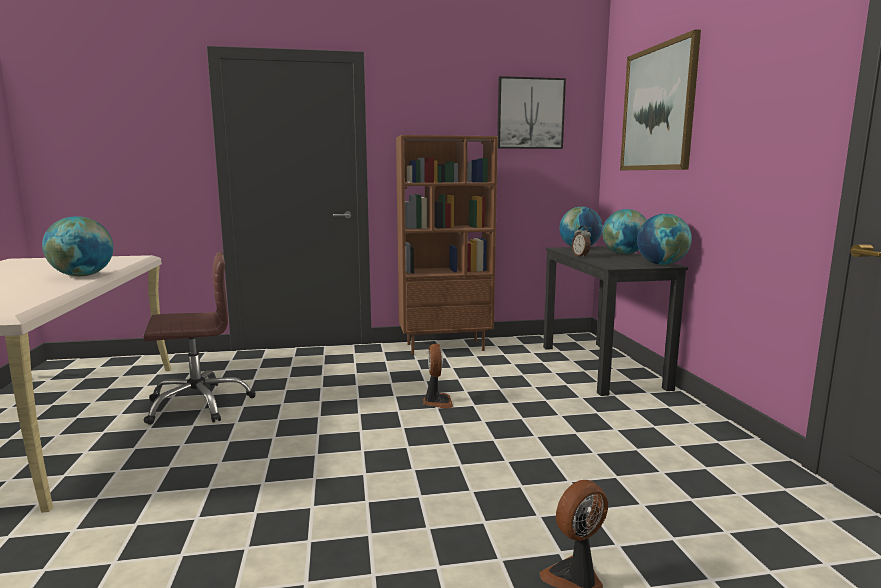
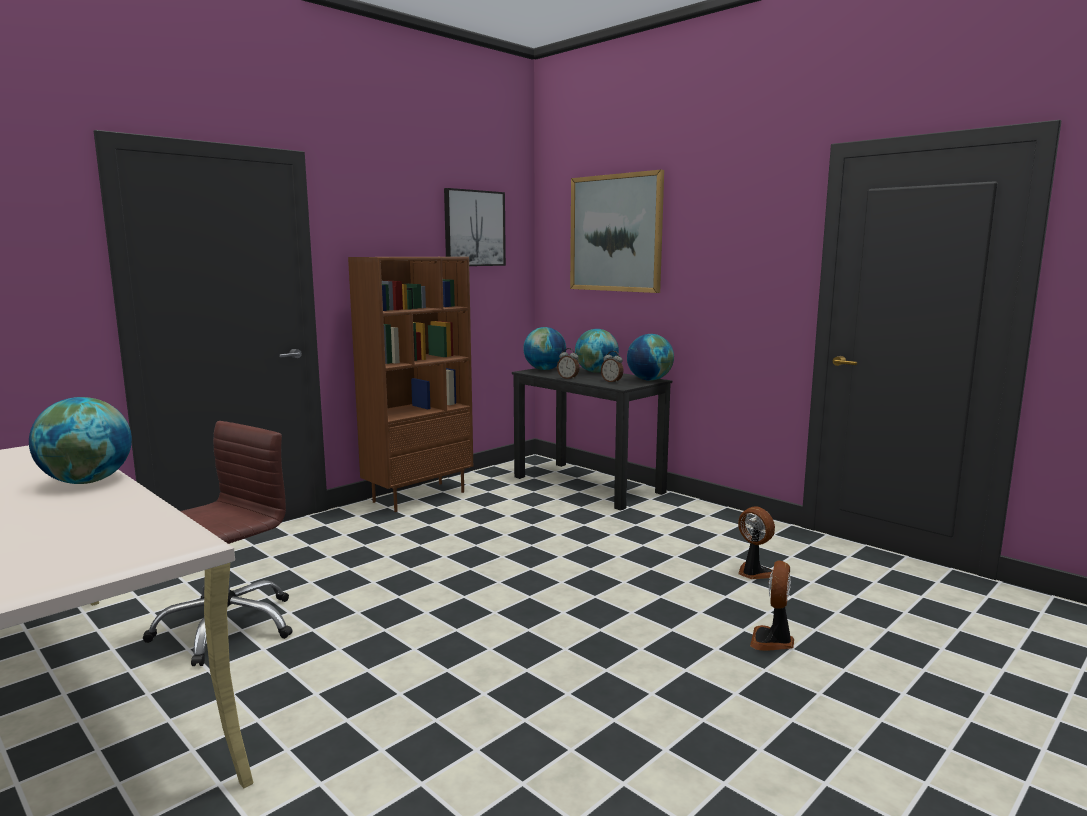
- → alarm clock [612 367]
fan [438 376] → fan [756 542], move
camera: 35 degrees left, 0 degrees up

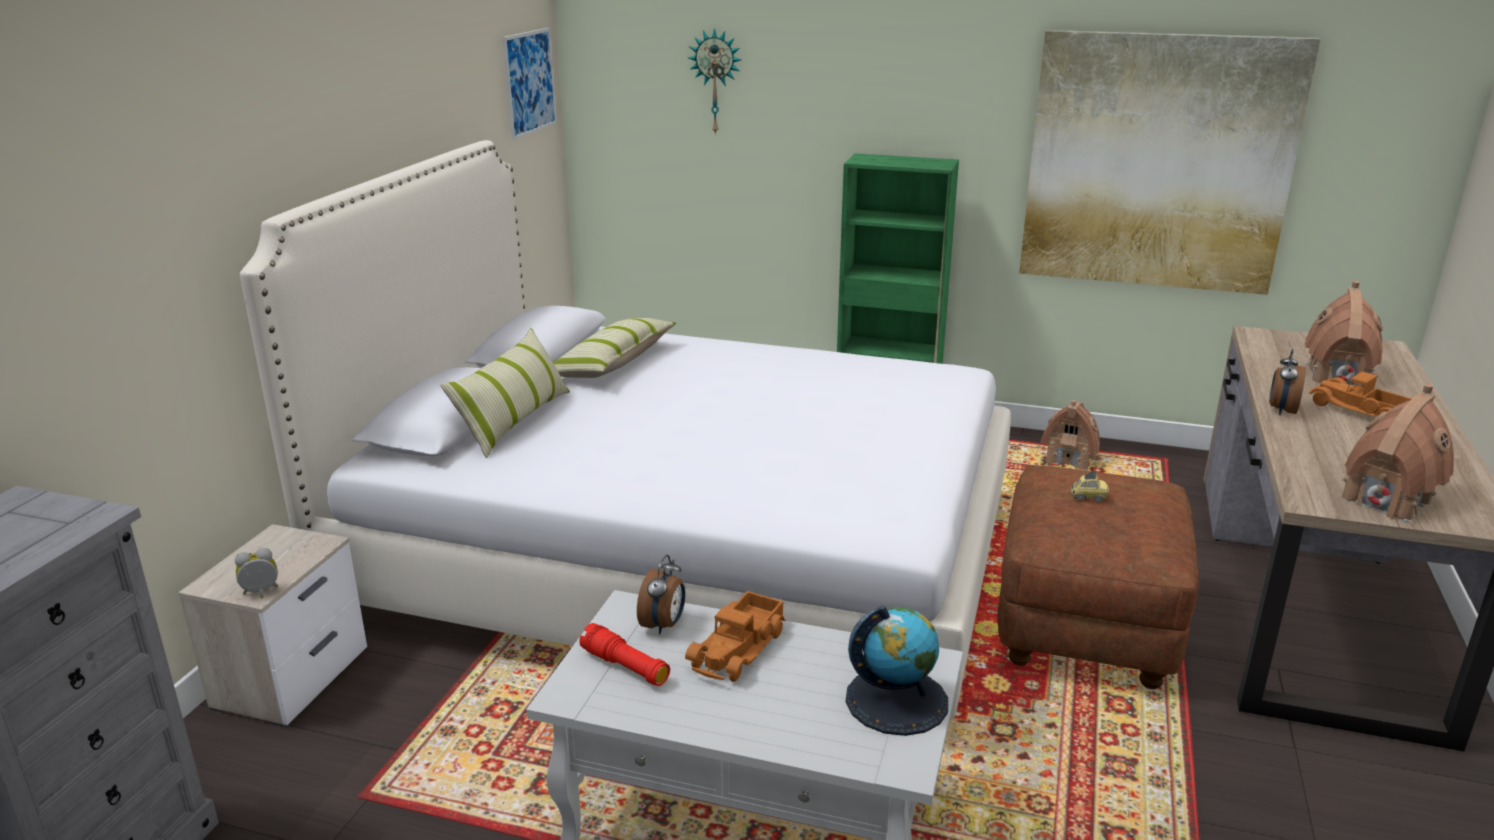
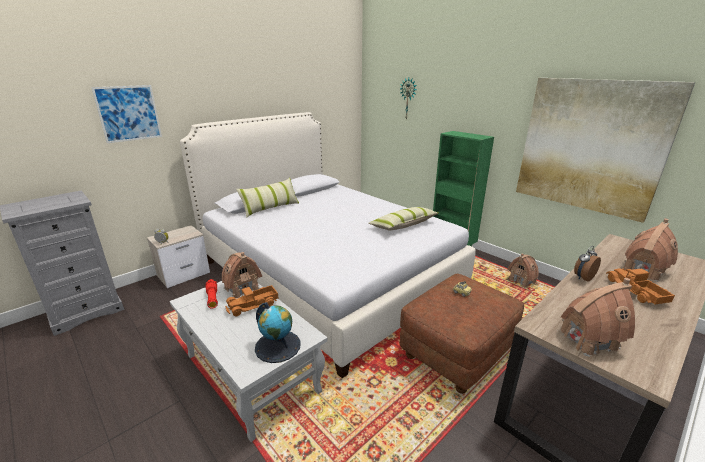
picture [529 84] → picture [126 114], move
pillow [614 348] → pillow [404 218], move
alarm clock [661 594] → toy house [242 275]
camera: 30 degrees right, 0 degrees up

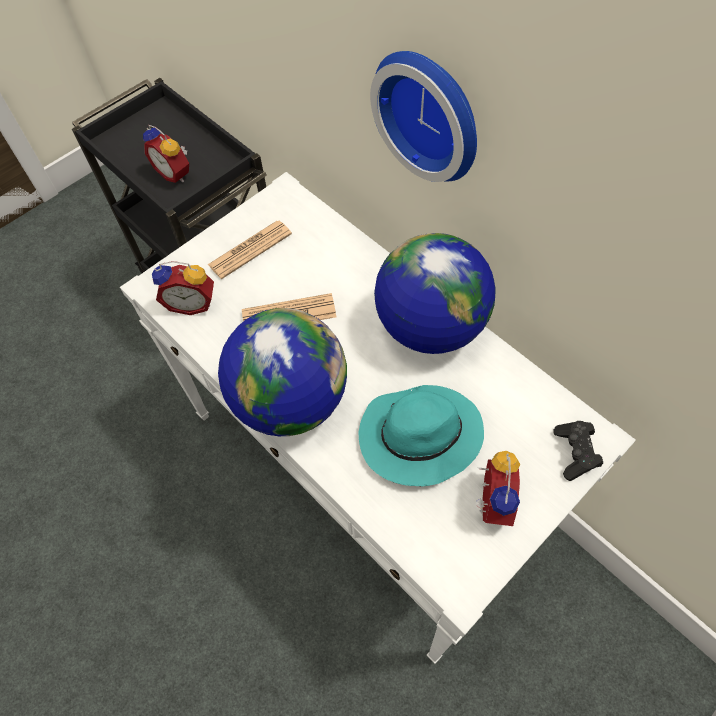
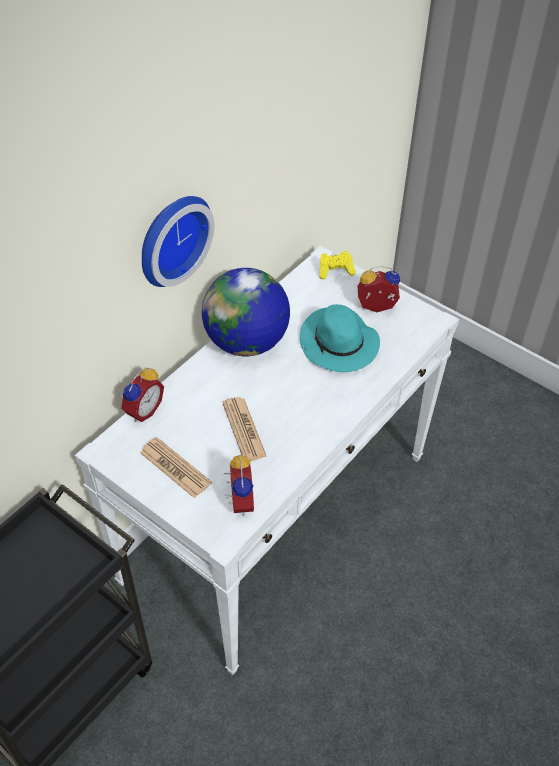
globe [282 372] → -
alarm clock [166 154] → alarm clock [142 394], move
black game controller [578 451] → yellow game controller [337 265]
camera: 100 degrees left, 10 degrees down

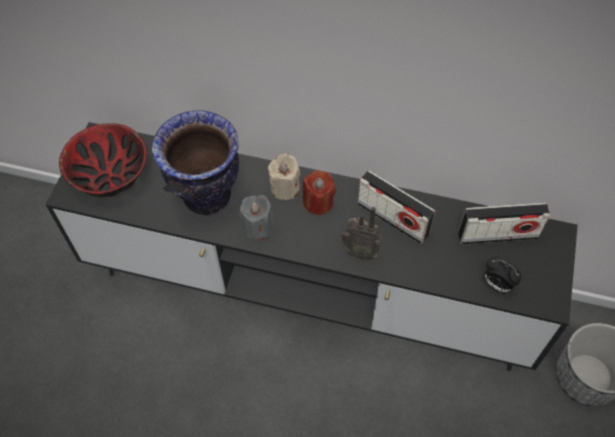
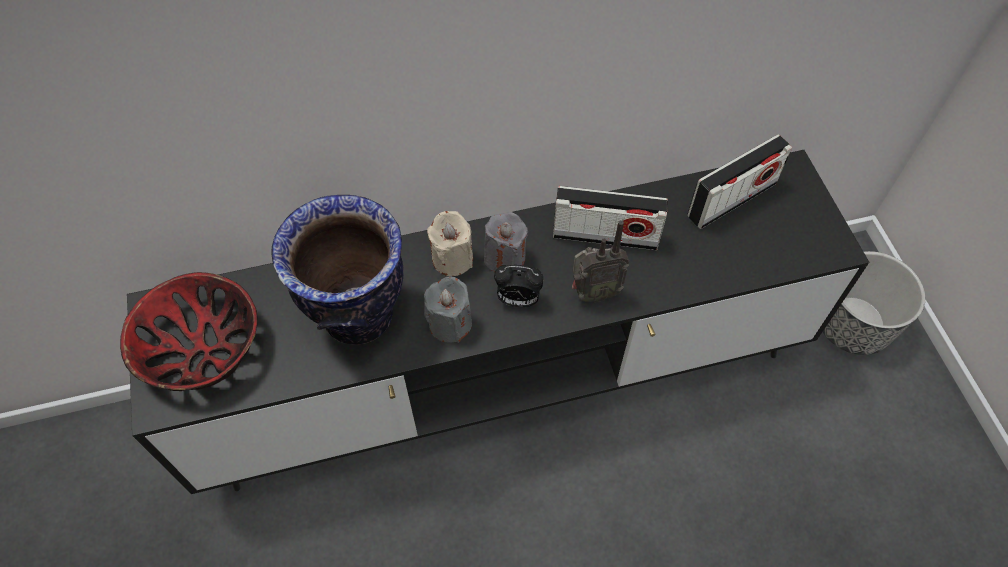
alarm clock [502 275] → alarm clock [518 286], move
red candle [319 192] → grey candle [506 242]
camera: 30 degrees left, 0 degrees up

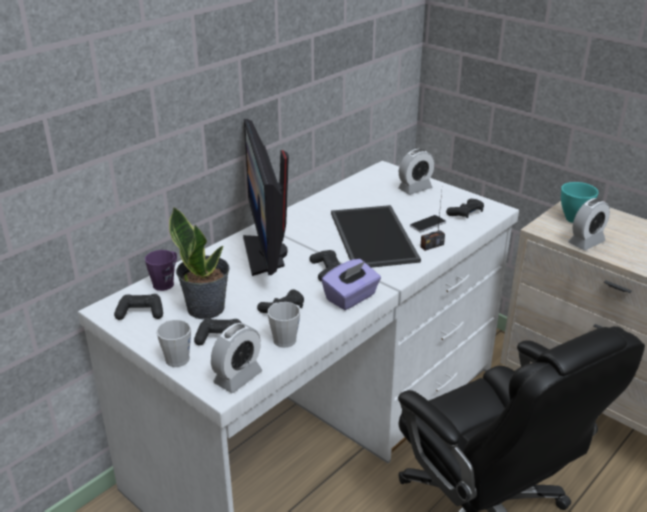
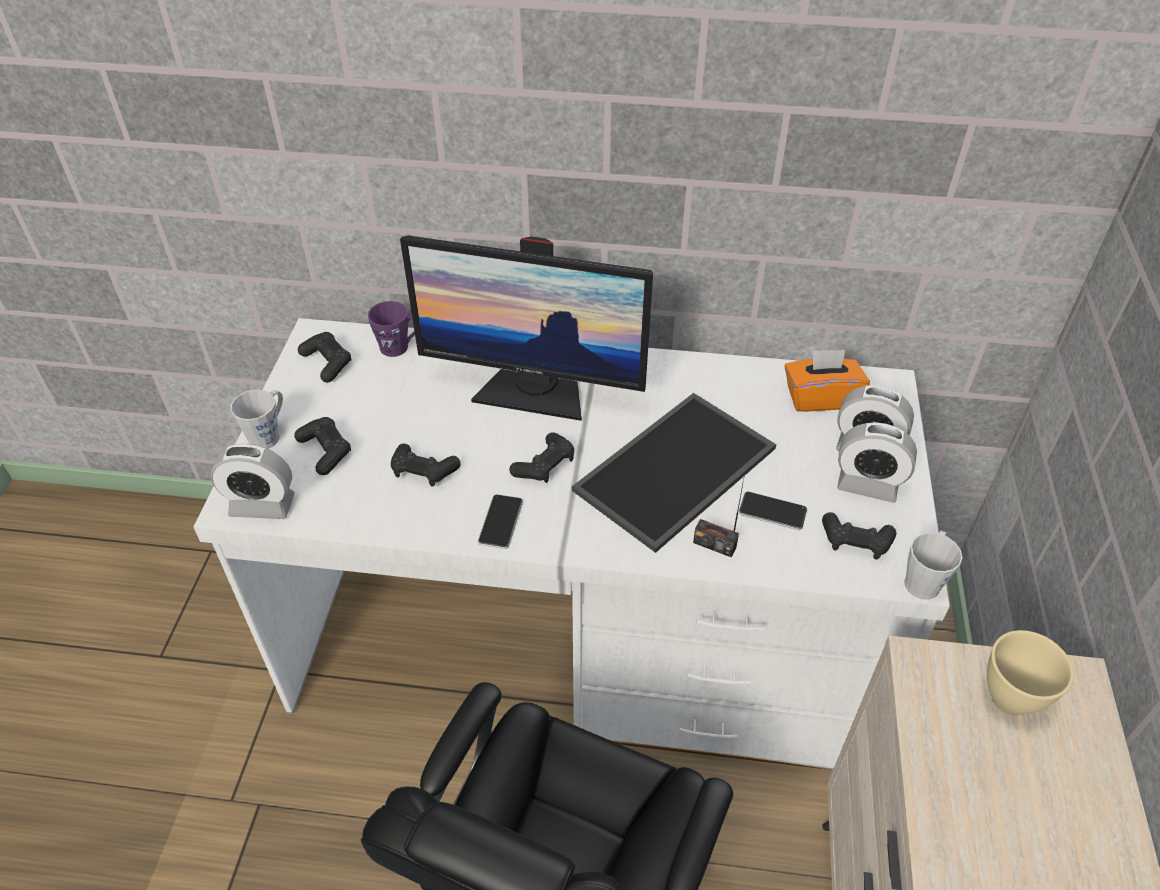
potted plant [199 262] → -
- → orange tissue box [827 380]
grey mug [284 325] → grey mug [933 565], move
alarm clock [589 224] → alarm clock [877 462], move
purple tissue box [351 284] → phone [500 521]
turquoise bowl [580 202] → beige bowl [1030 672]
monitor [266 197] → monitor [526 328], 120 degrees counterclockwise
camera: 55 degrees right, 15 degrees up

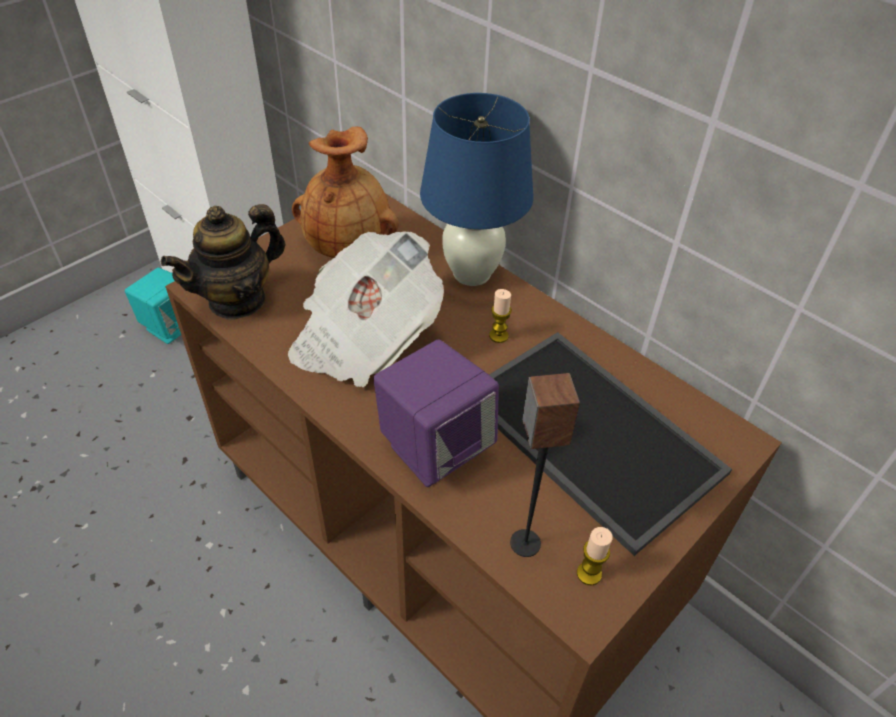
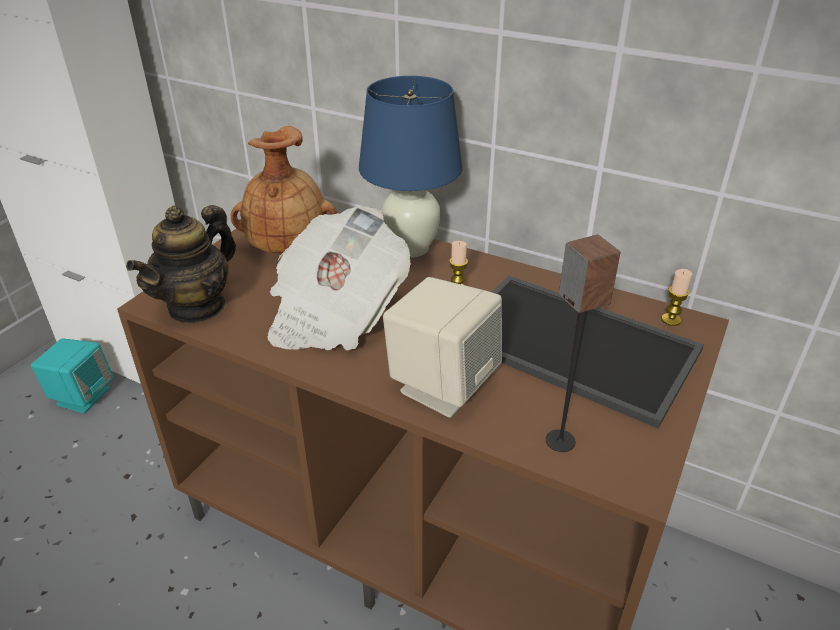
candle [595 556] → candle [676 297], move
purple speaker [436 413] → beige speaker [442 347]
camera: 15 degrees left, 10 degrees down

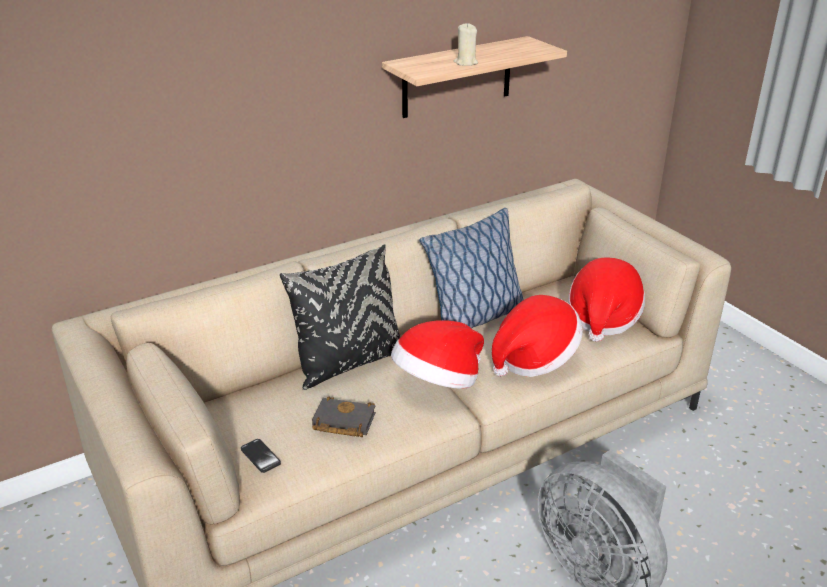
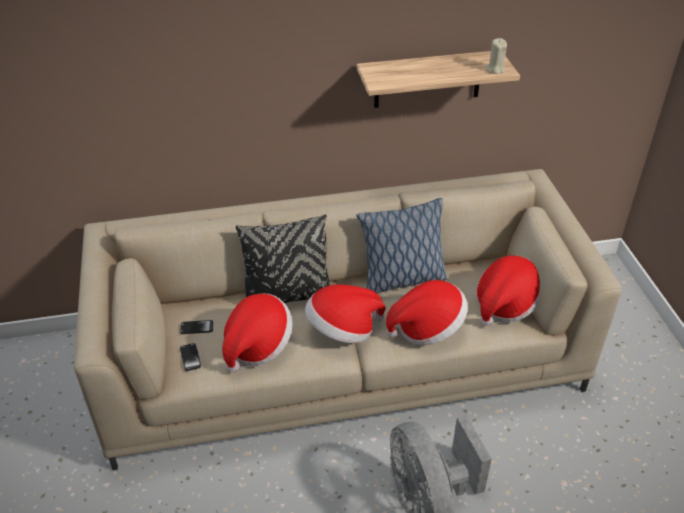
- → phone [196 327]
beige candle [466 44] → beige candle [496 56], move
black book [344 417] → hat [257 332]
camera: 20 degrees right, 10 degrees up

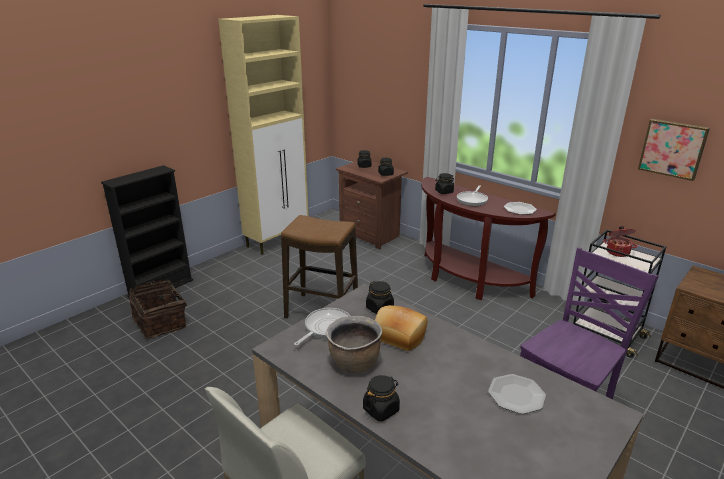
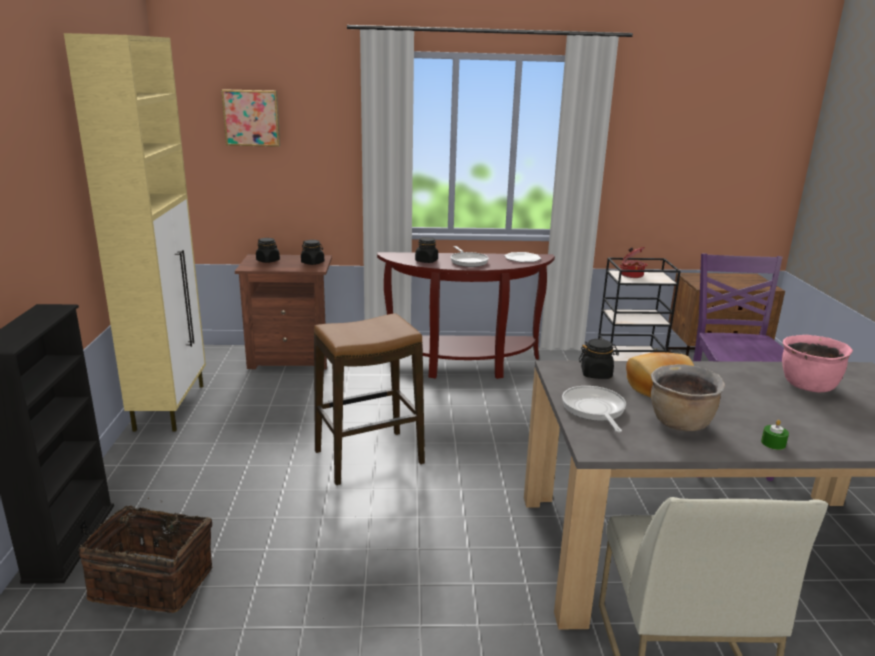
picture [674 150] → picture [250 118], move
black jar [381 398] → green candle [775 435]
plate [517 394] → pink cooking pot [817 363]
camera: 45 degrees left, 5 degrees down

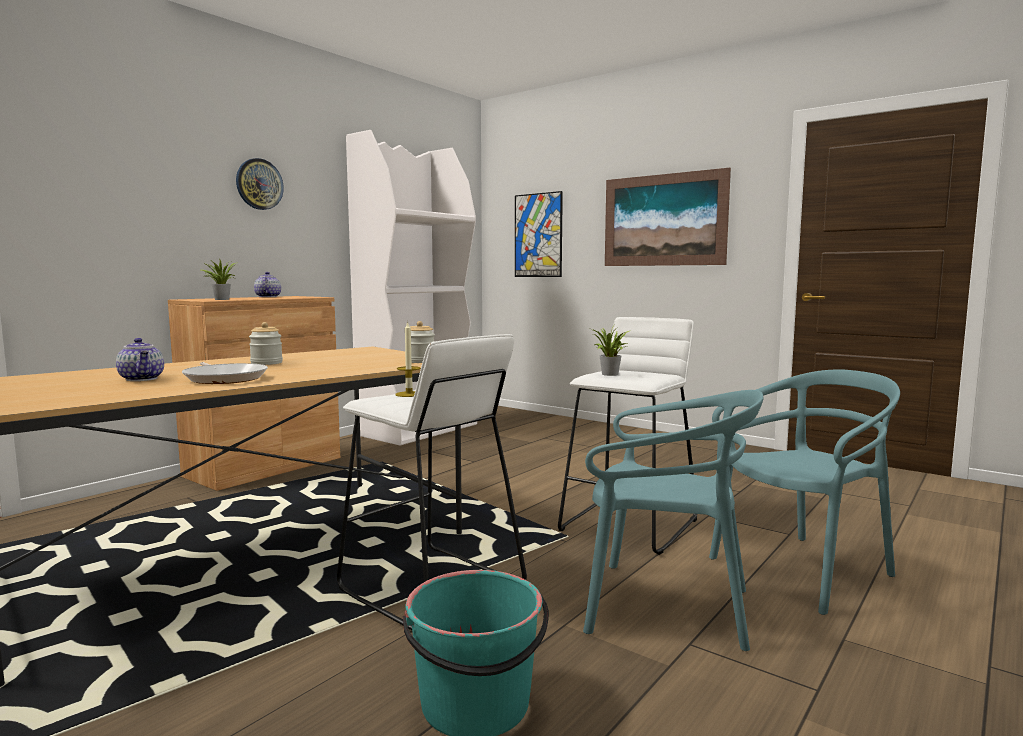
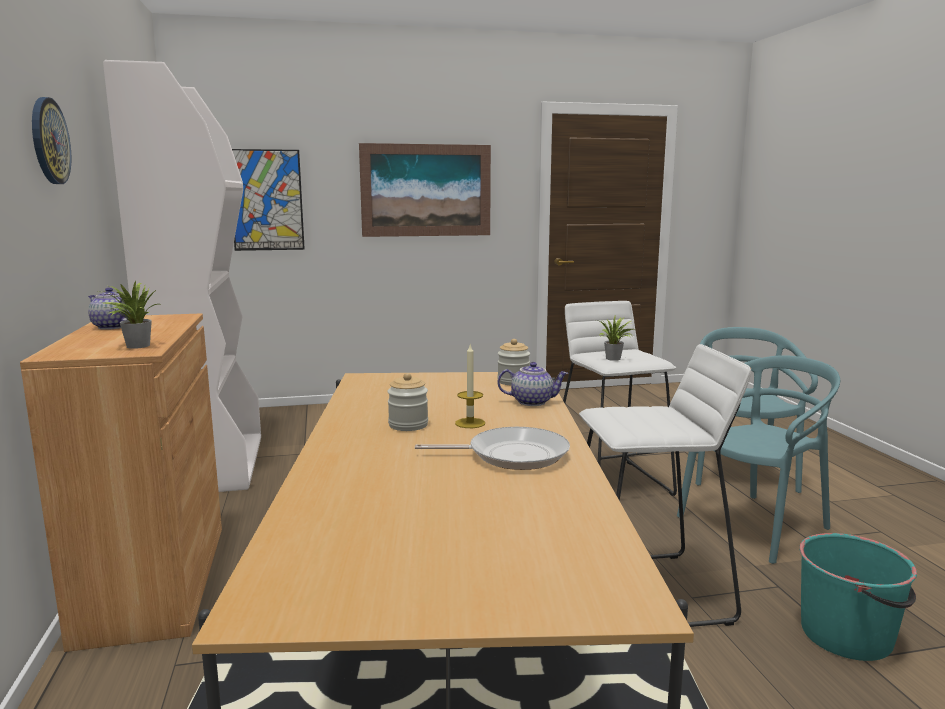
teapot [140 359] → teapot [533 384], move
candle [407 359] → candle [470 386], move
camera: 50 degrees left, 5 degrees up

